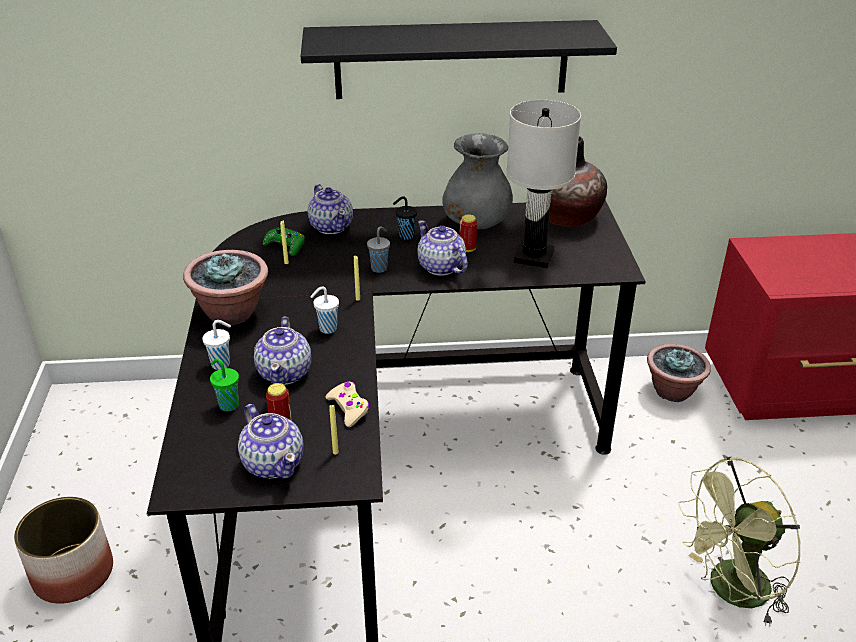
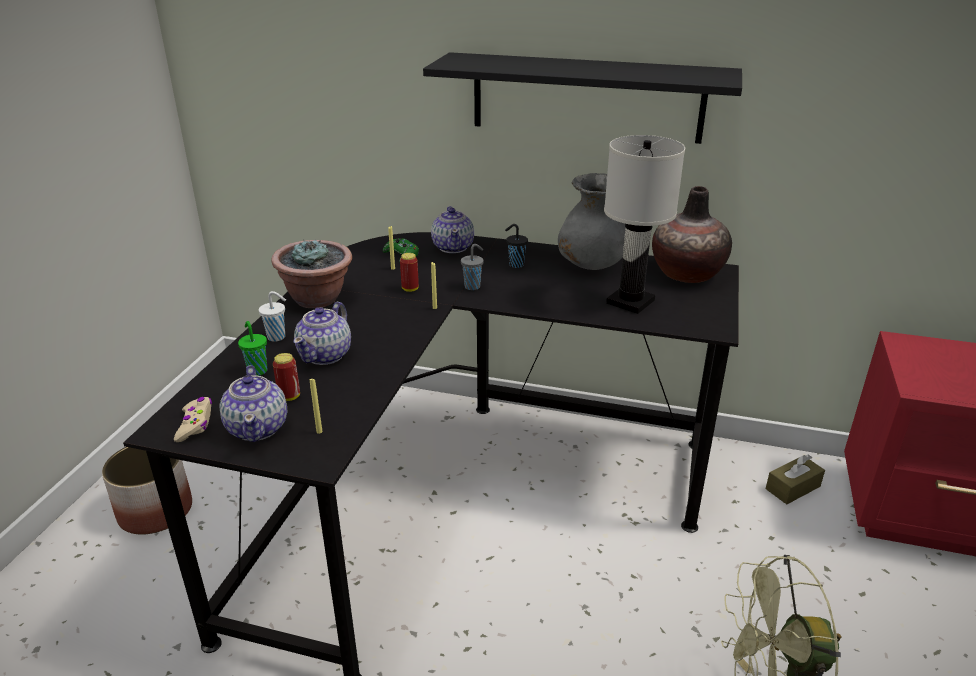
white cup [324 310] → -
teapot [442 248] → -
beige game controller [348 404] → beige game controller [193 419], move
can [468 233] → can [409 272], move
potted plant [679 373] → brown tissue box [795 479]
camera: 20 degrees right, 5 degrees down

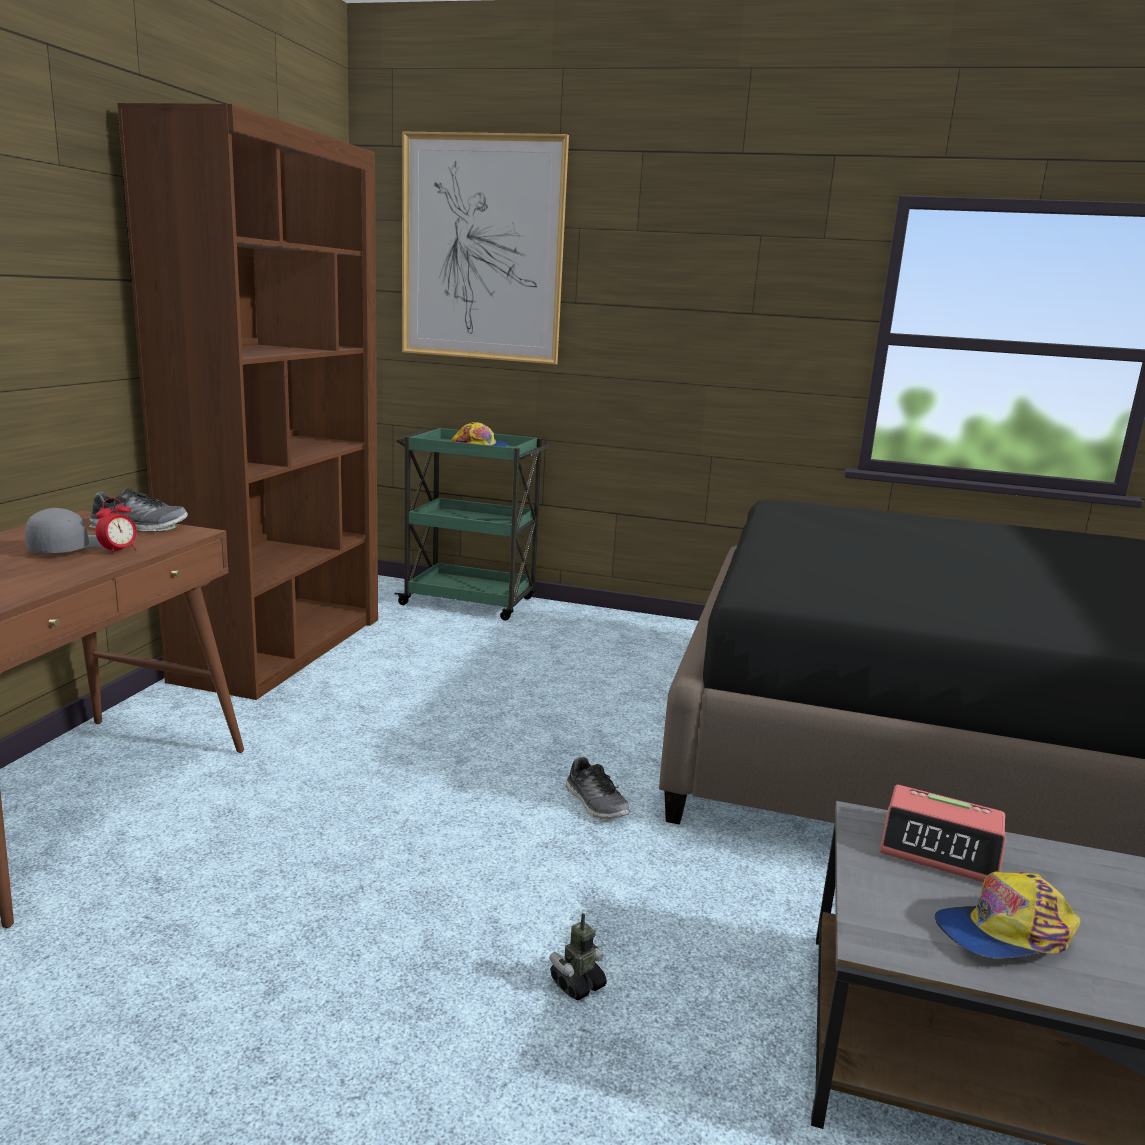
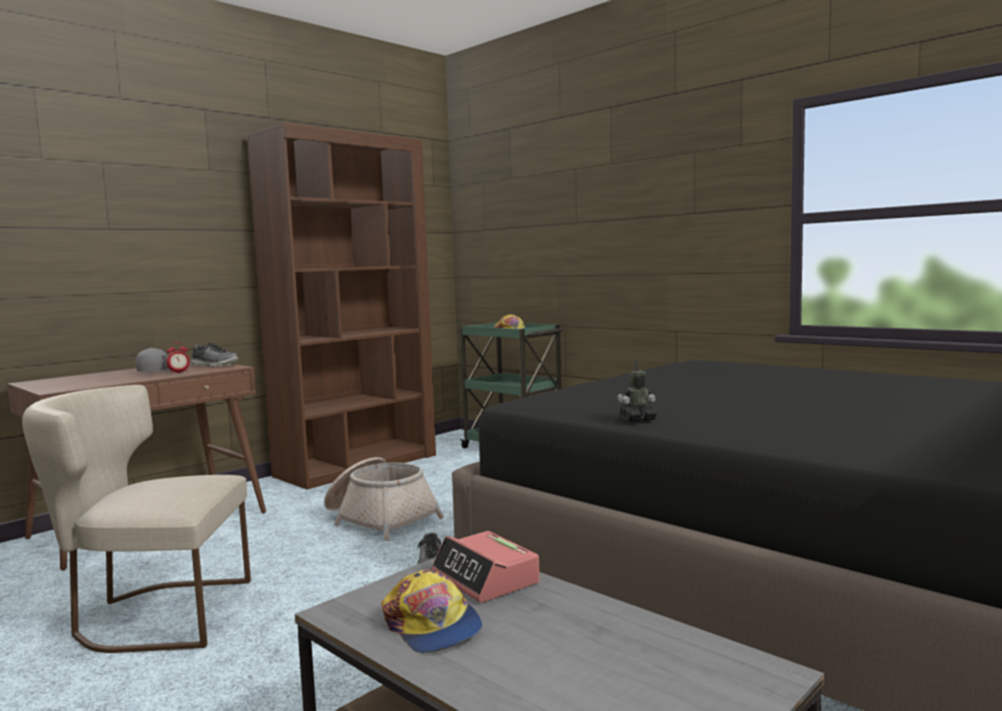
picture [485 247] → -
- → beige chair [136 519]
- → basket [384 499]
toy robot [578 957] → toy robot [637 390], move
cap [1007 915] → cap [431 611], 135 degrees counterclockwise
camera: 30 degrees right, 10 degrees down

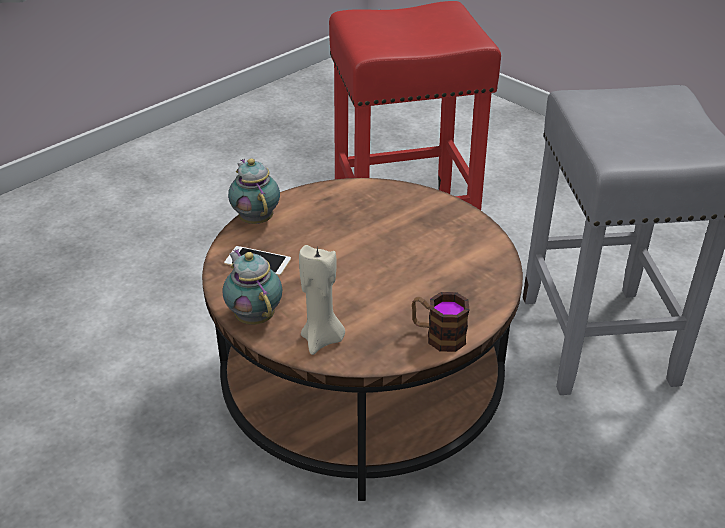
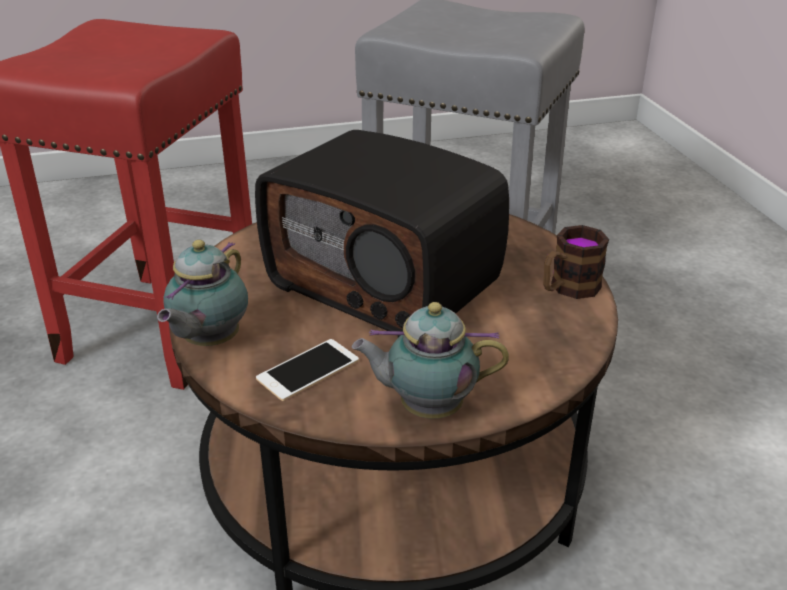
beige candle [322 300] → -
- → radio [382 234]
teapot [254 191] → teapot [202 293], 75 degrees counterclockwise
camera: 60 degrees left, 5 degrees down

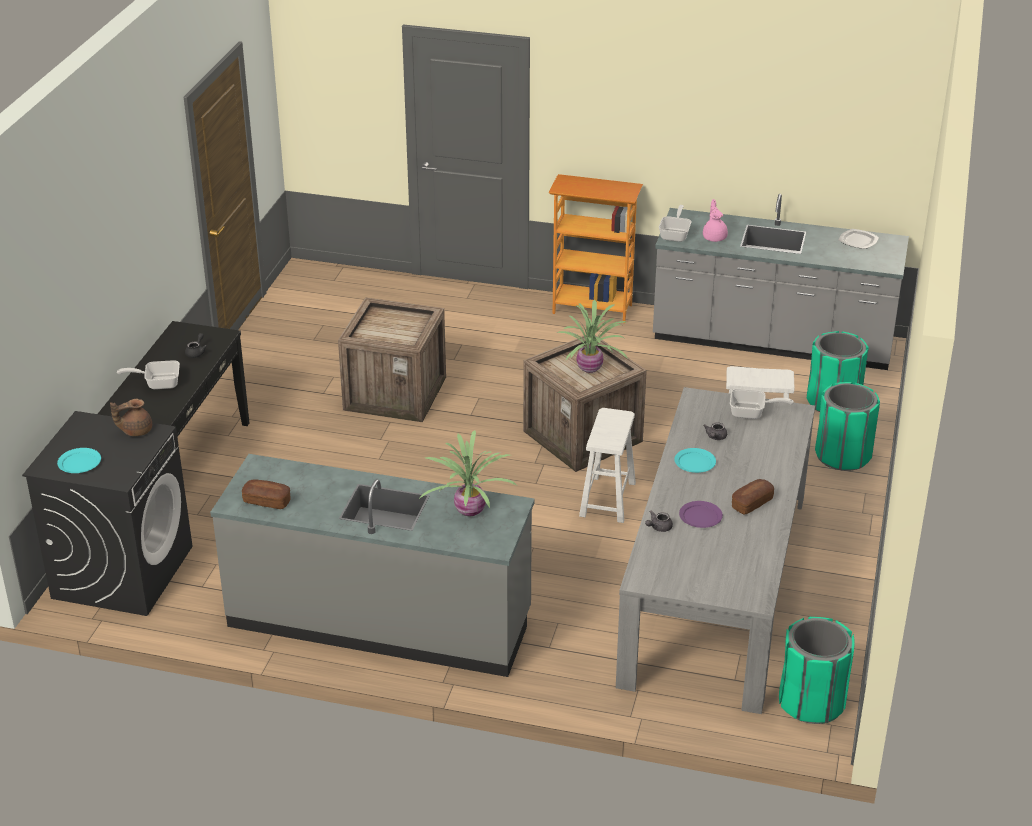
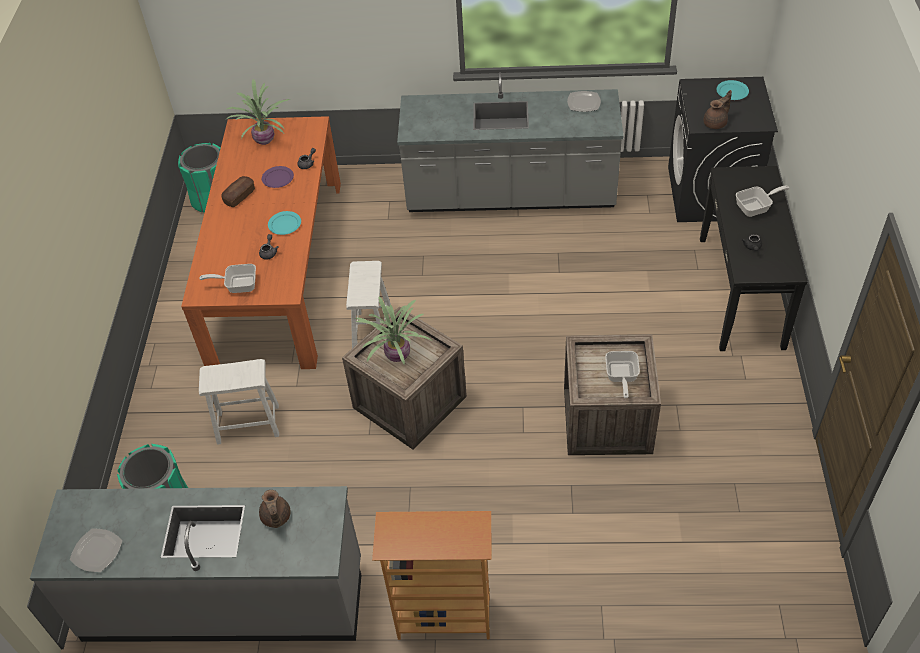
green trash can [847 426] → -
potted plant [468 473] → potted plant [258 112], move
frying pan [675 223] → frying pan [622 374], move
bread [266 494] → plate [584 101]
grey dining table [715 550] → orange dining table [261 242]
pink teapot [715 220] → brown teapot [274 509]
camera: 170 degrees right, 15 degrees up

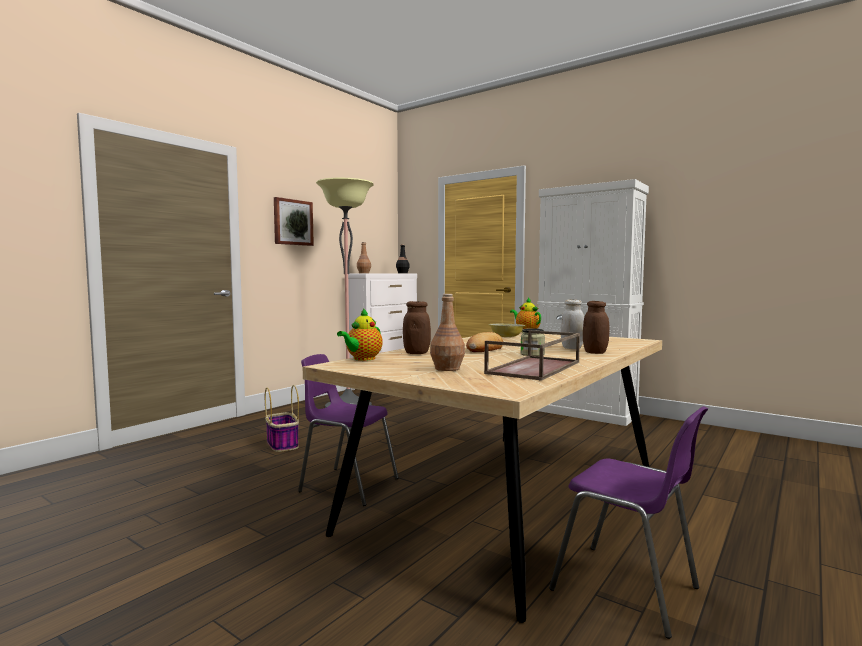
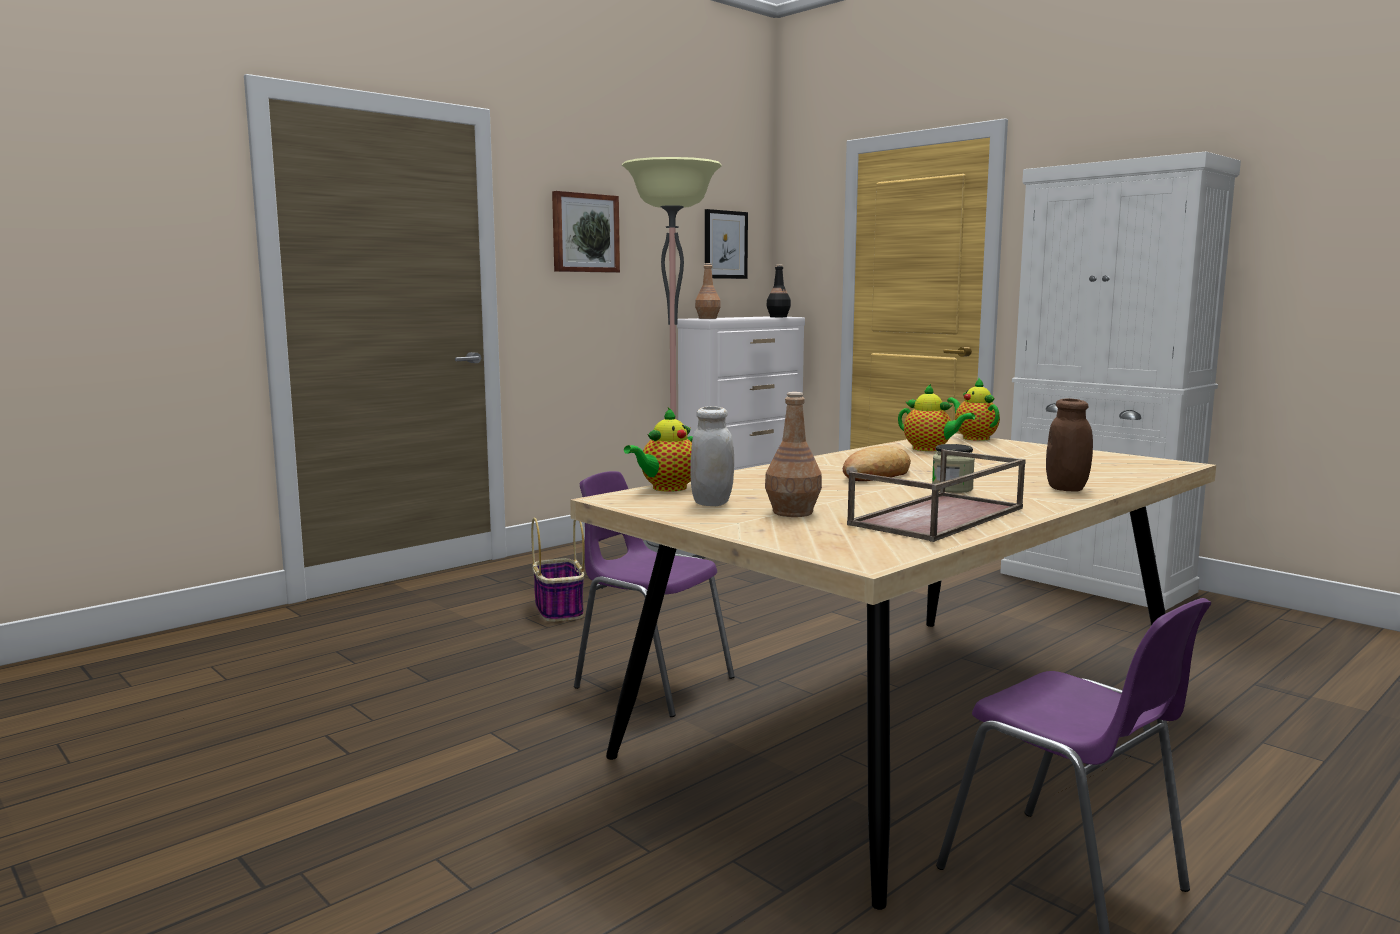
brown jar [417 327] → -
- → picture [726 244]
white jar [572 324] → white jar [712 456], move
bowl [507 330] → teapot [936 417]
camera: 10 degrees right, 5 degrees up

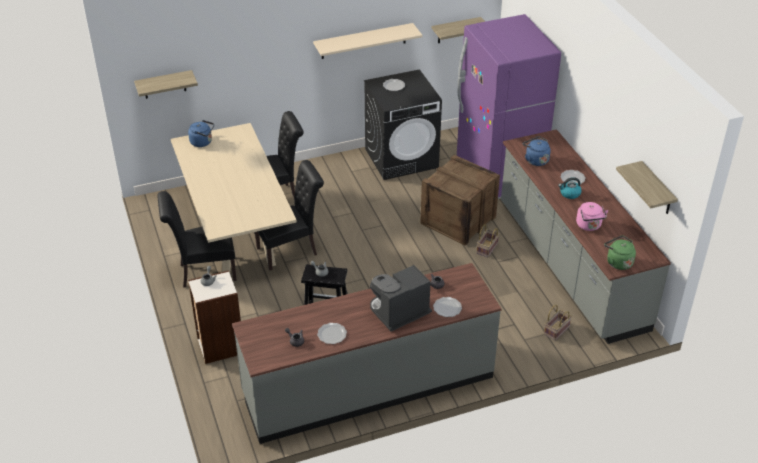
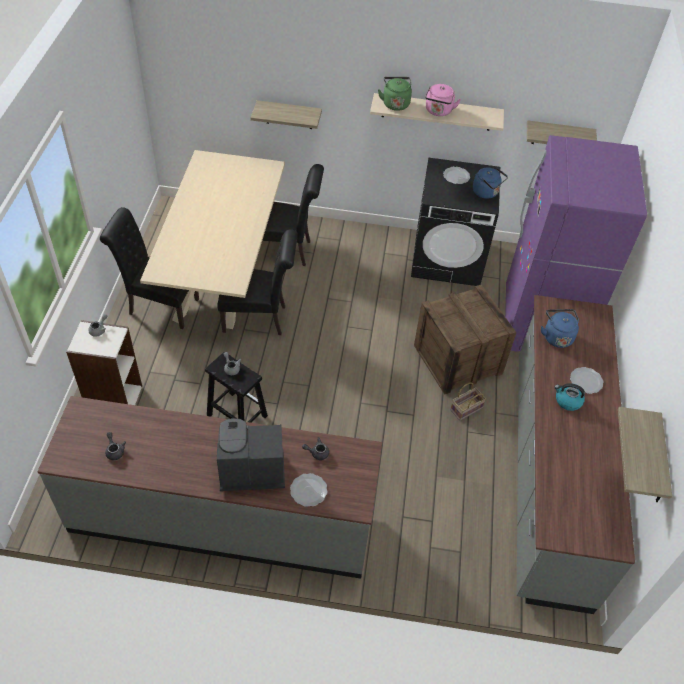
plate [332 333] → -
basket [558 323] → -
shelf [166 84] → shelf [286 114], move
blue kettle [201 133] → blue kettle [490 183], move
pink kettle [592 216] → pink kettle [443 100], move
green kettle [620 252] → green kettle [395 94], move
camera: 25 degrees right, 10 degrees up

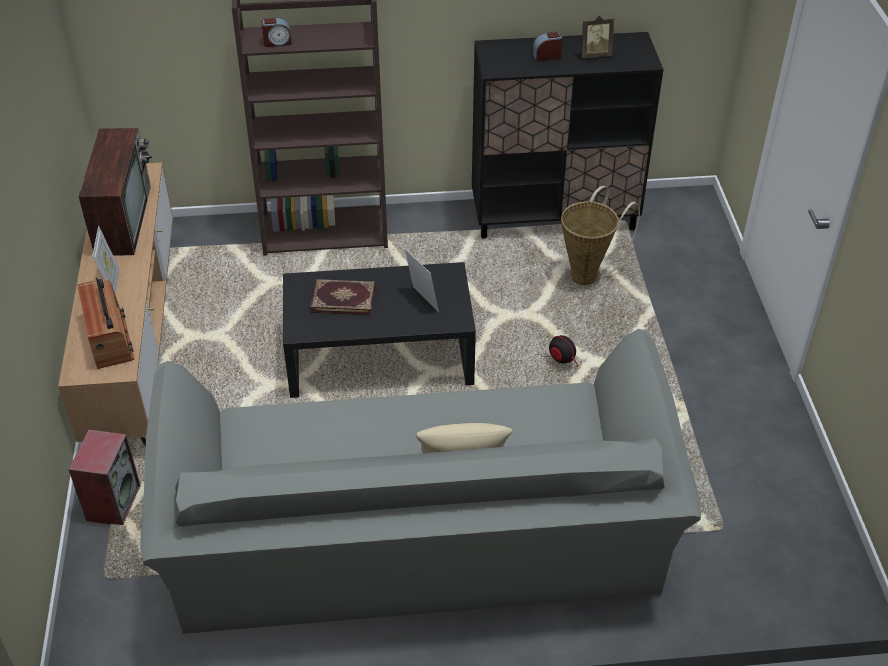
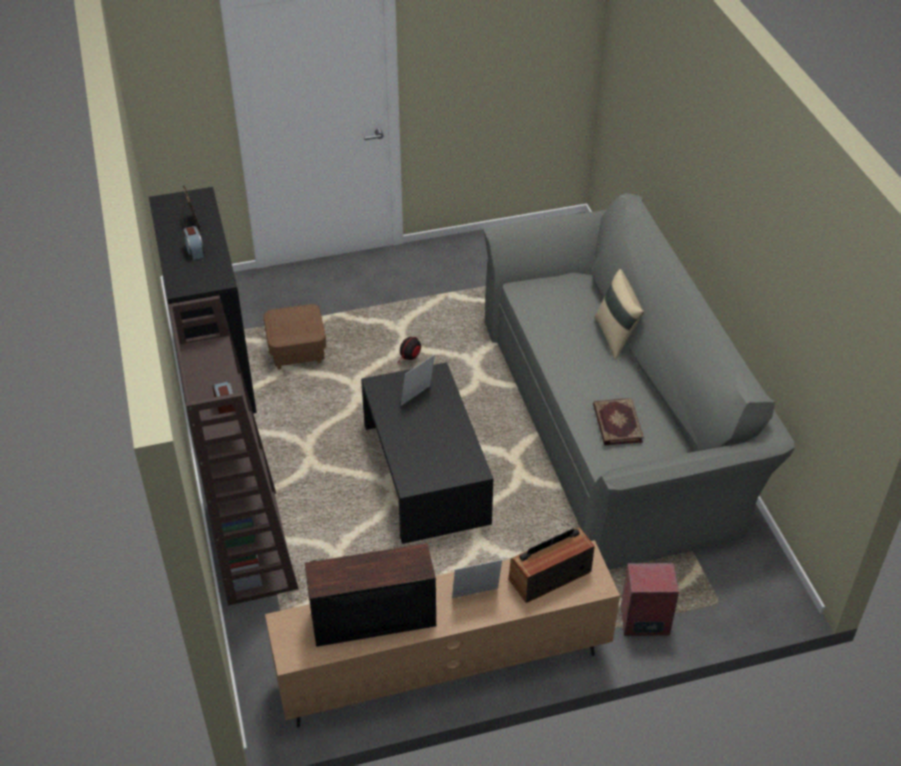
book [343 297] → book [618 422], move
basket [600 235] → brown ottoman [294 337]
camera: 100 degrees left, 0 degrees up

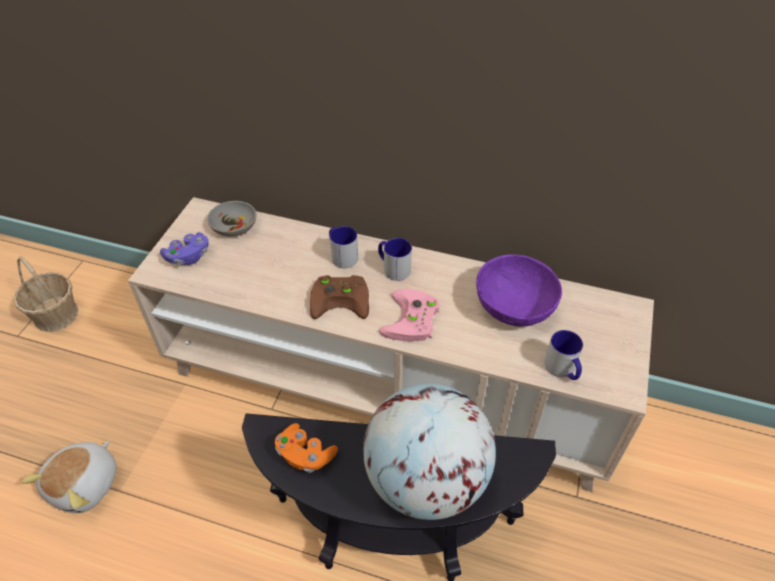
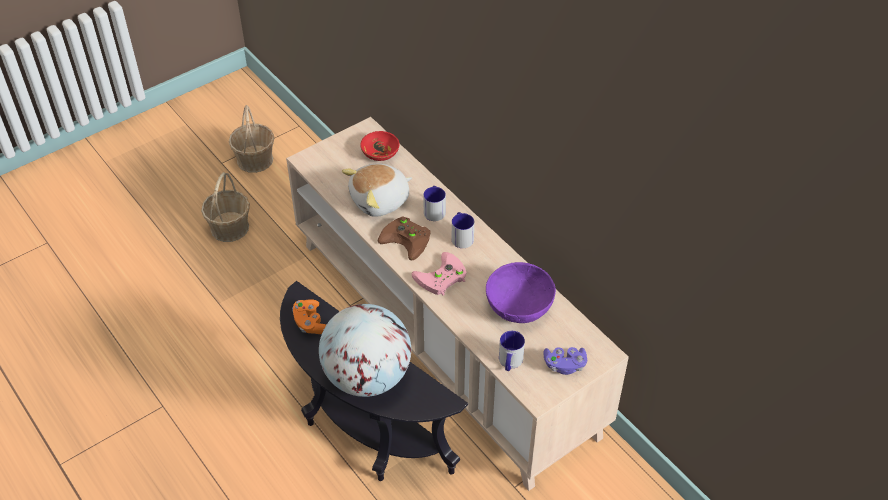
- → basket [225 207]
plush toy [69 476] → plush toy [377 190], move
purple game controller [184 248] → purple game controller [565 361], move
grey bowl [231 219] → red bowl [379 146]
camera: 35 degrees right, 0 degrees up

